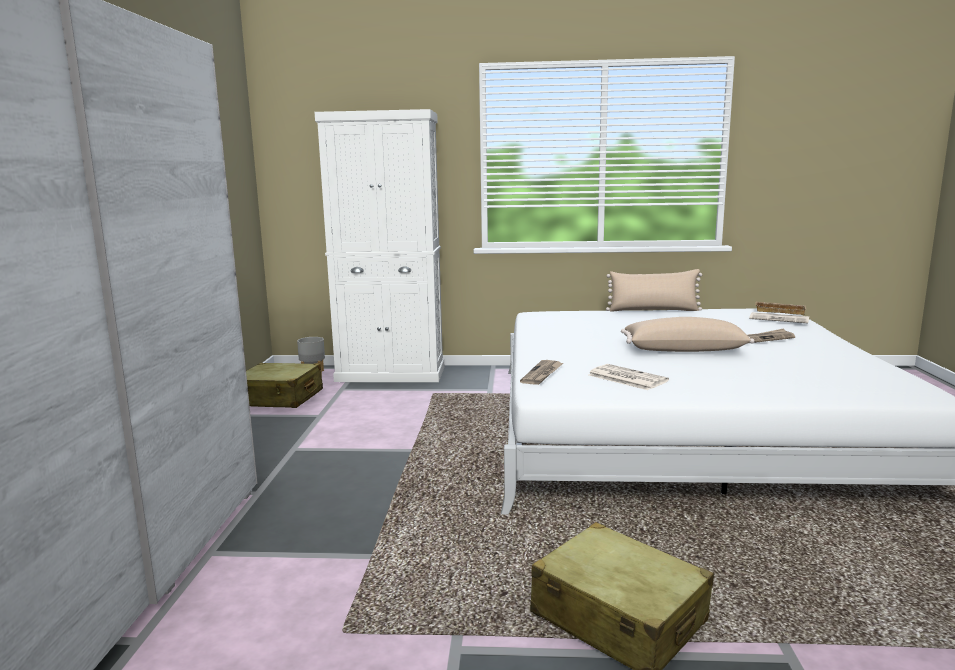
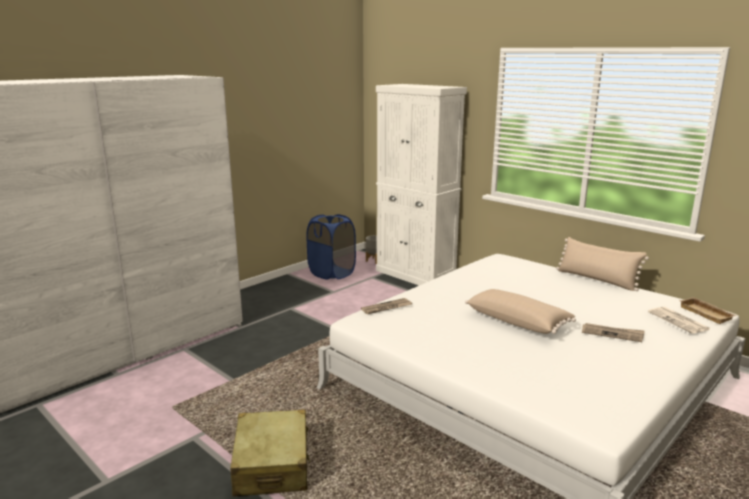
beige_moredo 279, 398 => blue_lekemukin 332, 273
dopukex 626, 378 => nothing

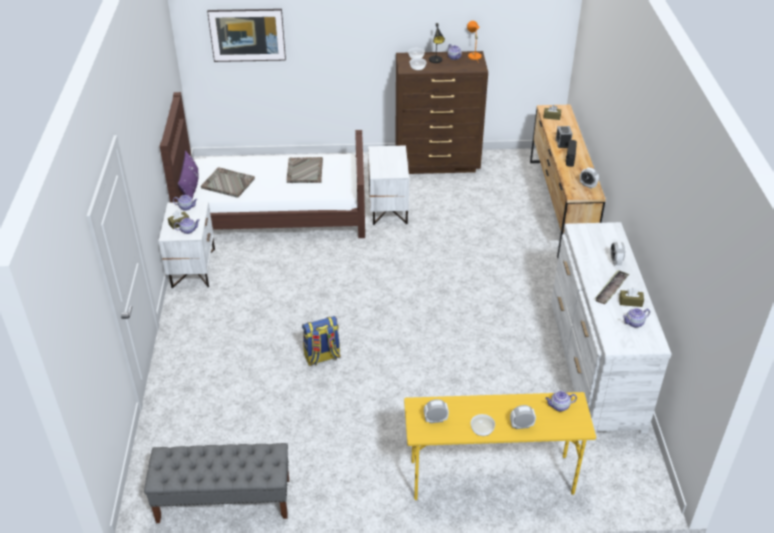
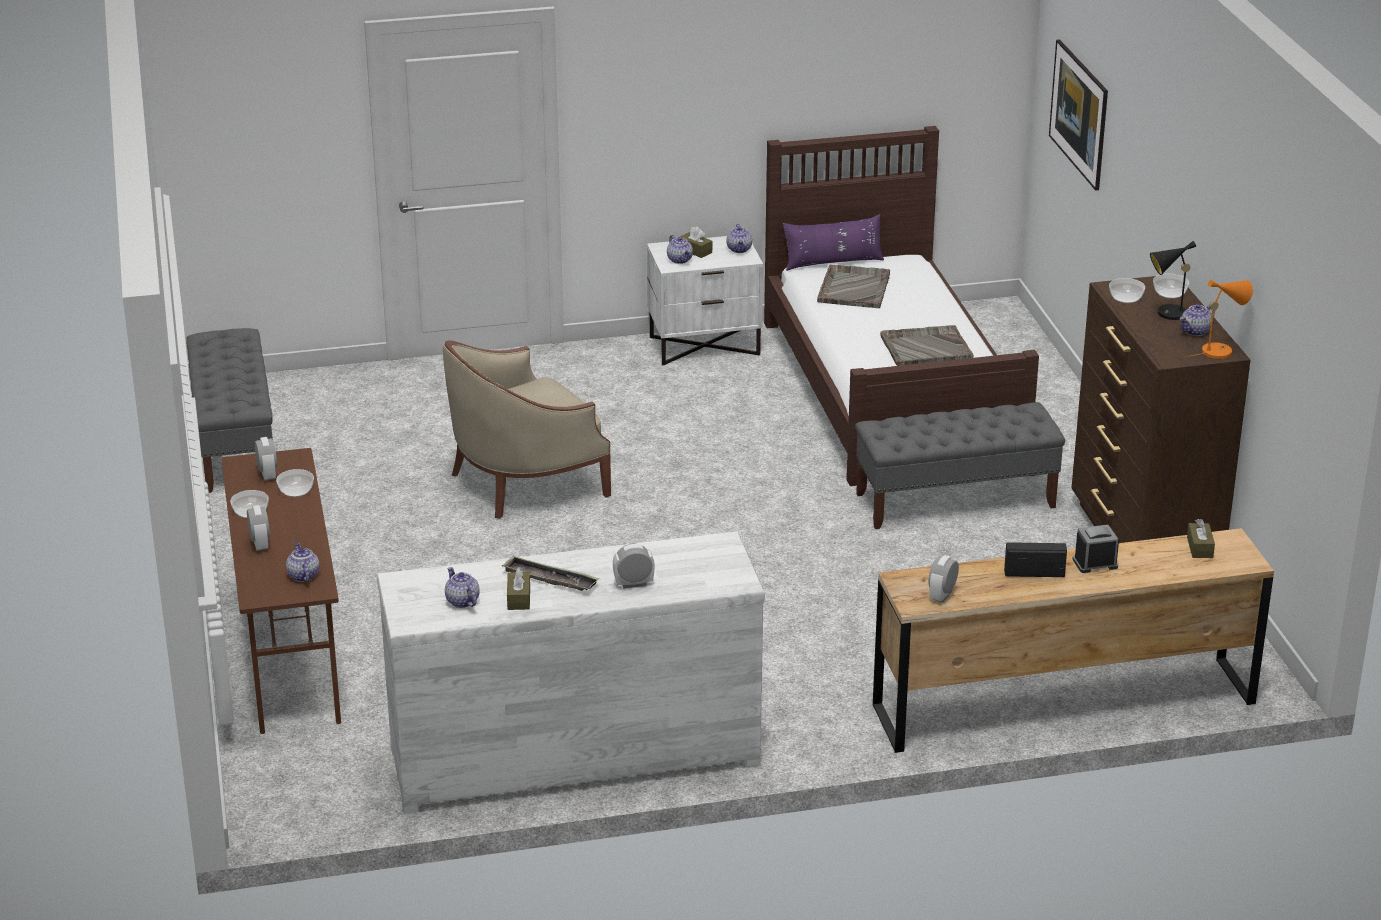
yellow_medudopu 491, 478 => brown_medudopu 288, 653
nothing => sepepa 296, 491
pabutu 322, 357 => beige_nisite 525, 481
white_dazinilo 388, 207 => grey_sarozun 956, 500

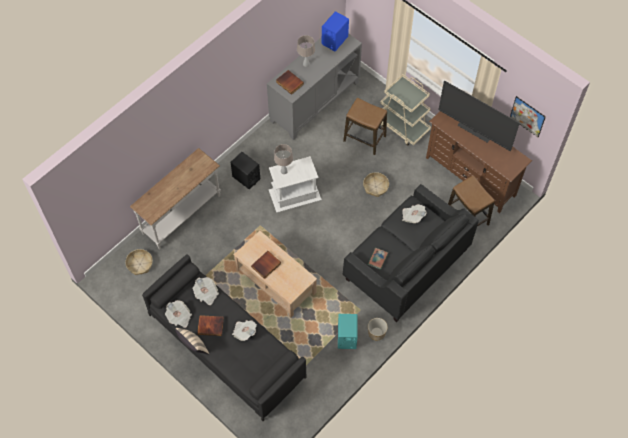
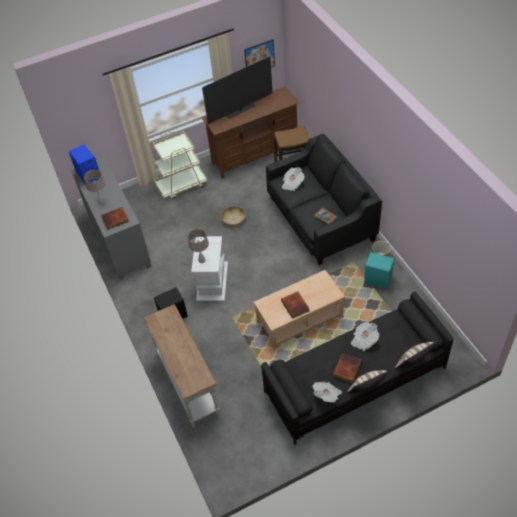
nothing => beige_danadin 412, 364
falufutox 139, 264 => nothing
dopukex 206, 294 => nothing
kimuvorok 364, 139 => nothing

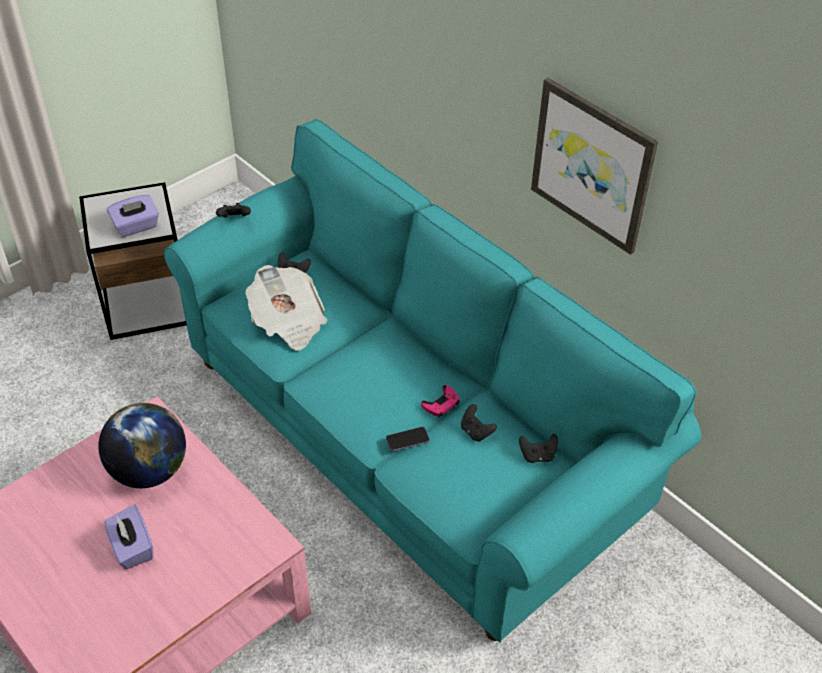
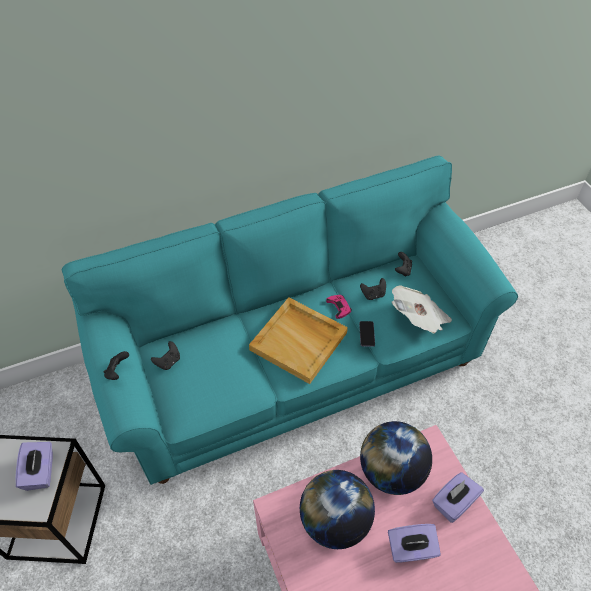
nothing => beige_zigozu 299, 341
nothing => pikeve 391, 471
dopukex 288, 322 => dopukex 419, 319, move
nothing => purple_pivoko 453, 502
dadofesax 593, 165 => nothing

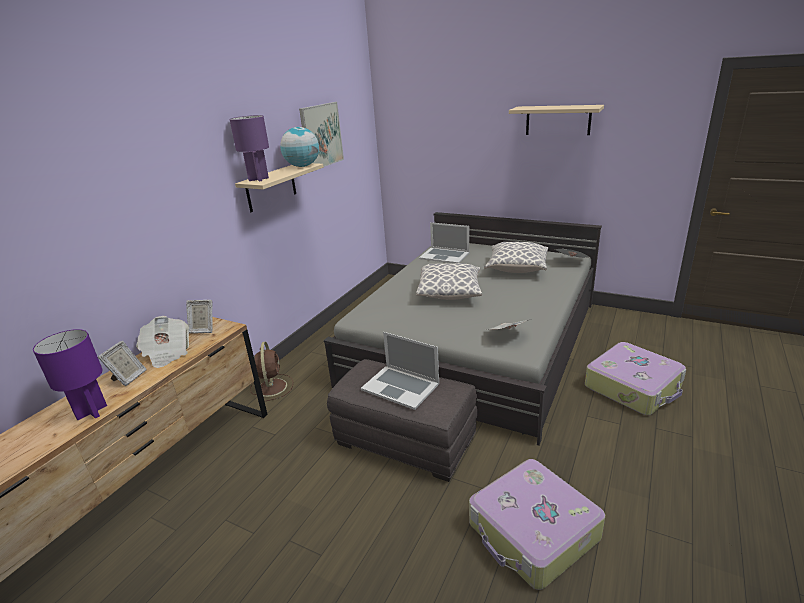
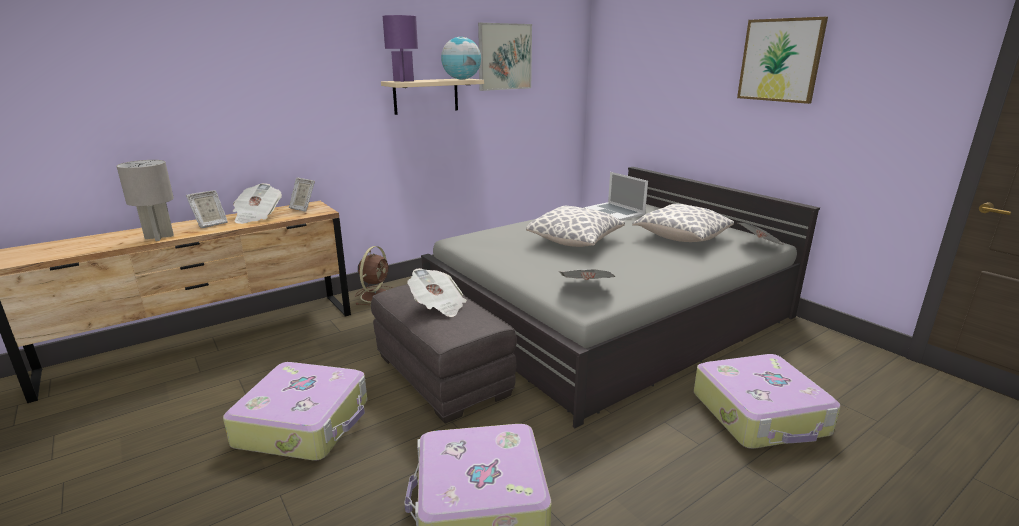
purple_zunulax 92, 412 => grey_zunulax 159, 237
nothing => moredo 305, 423
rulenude 400, 386 => dopukex 438, 306
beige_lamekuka 558, 120 => dadofesax 780, 60

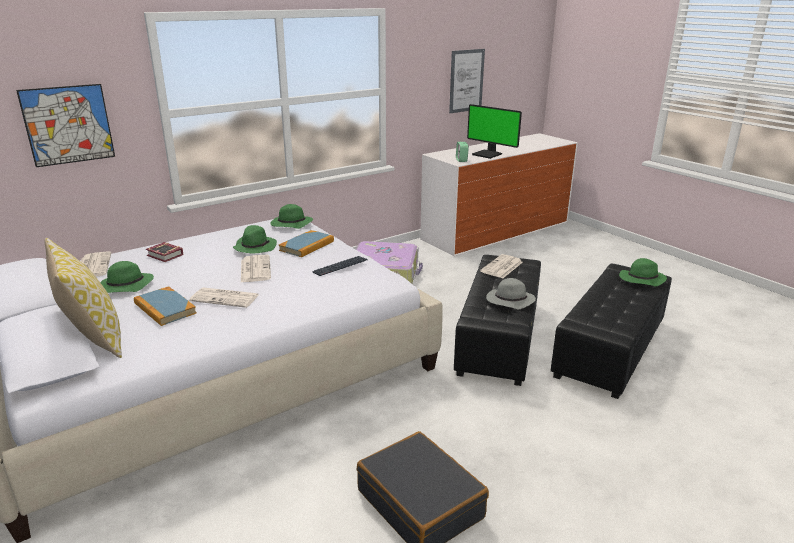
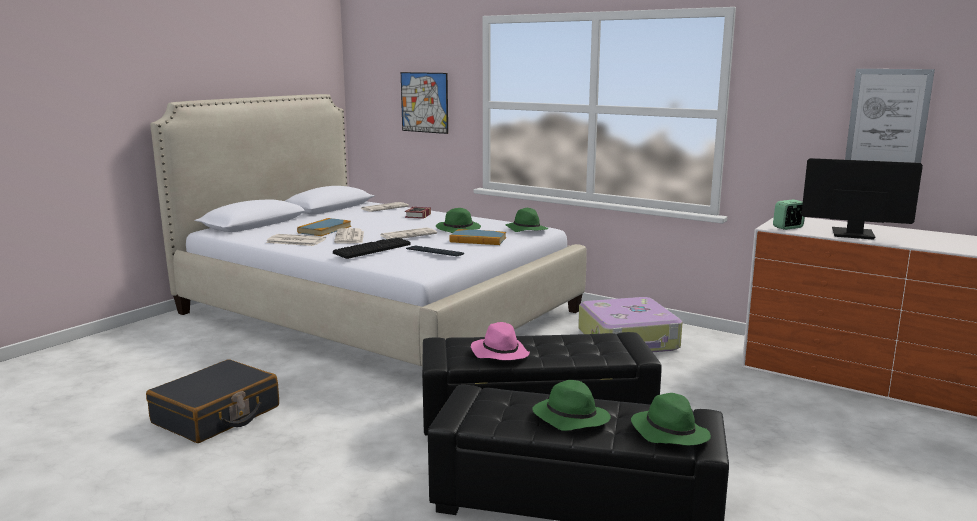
dopukex 502, 267 => dopukex 295, 241, move
nothing => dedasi 372, 249
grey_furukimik 509, 301 => pink_furukimik 499, 353
green_furukimik 125, 286 => green_furukimik 569, 418, move
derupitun 488, 154 => derupitun 852, 234, 90 degrees clockwise
danadin 93, 339 => nothing

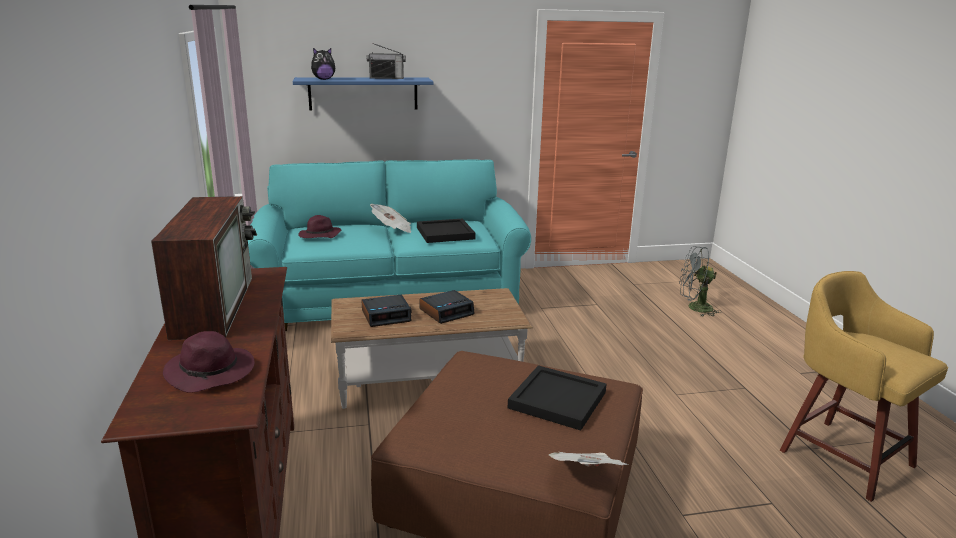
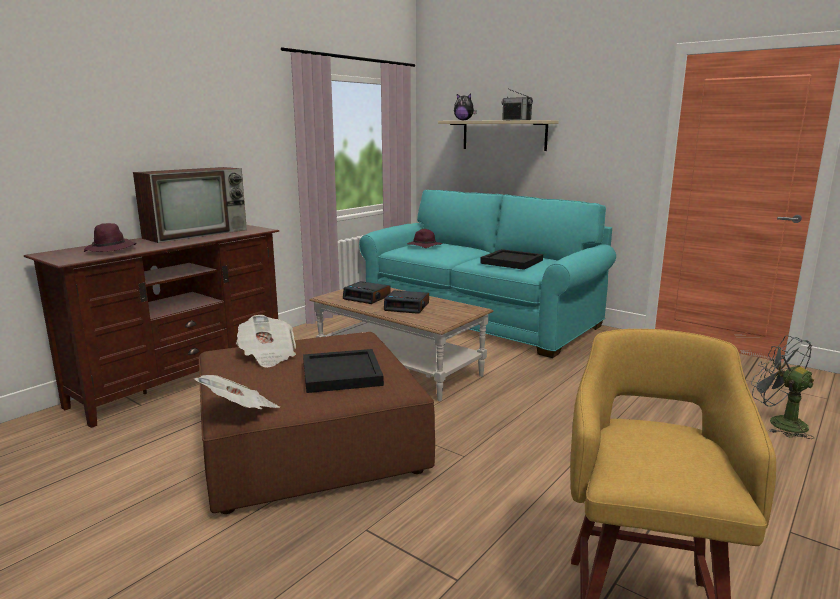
dopukex 392, 229 => dopukex 268, 356, move
blue_lamekuka 363, 93 => beige_lamekuka 504, 135

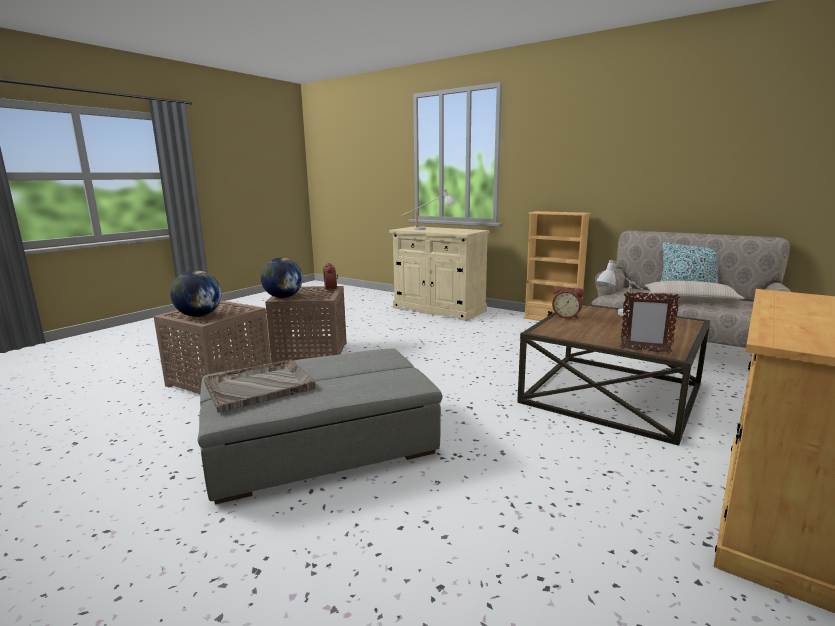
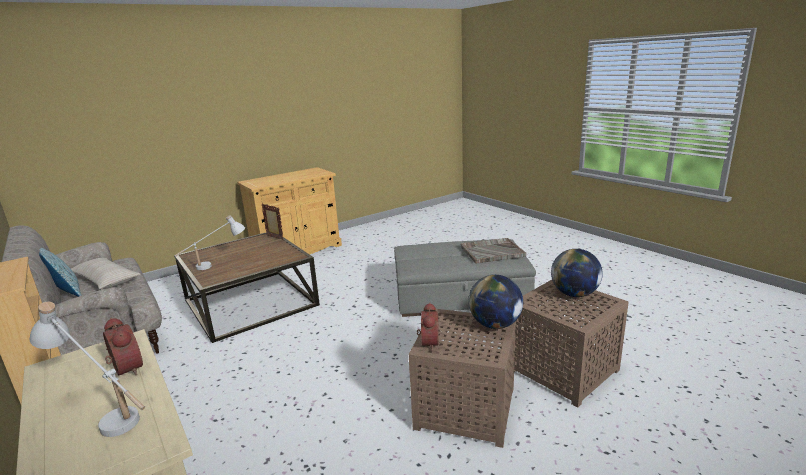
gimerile 567, 316 => gimerile 125, 370, move

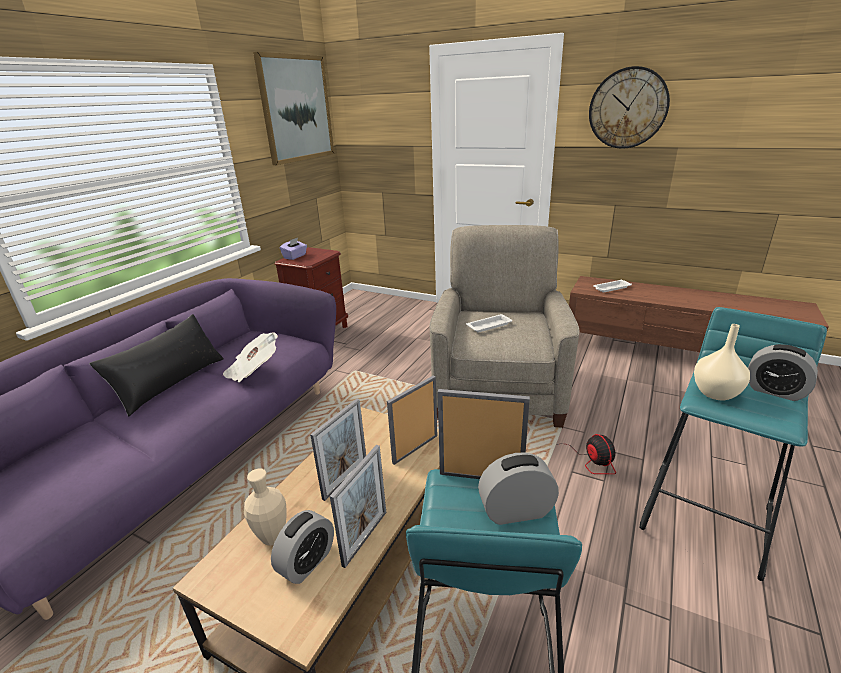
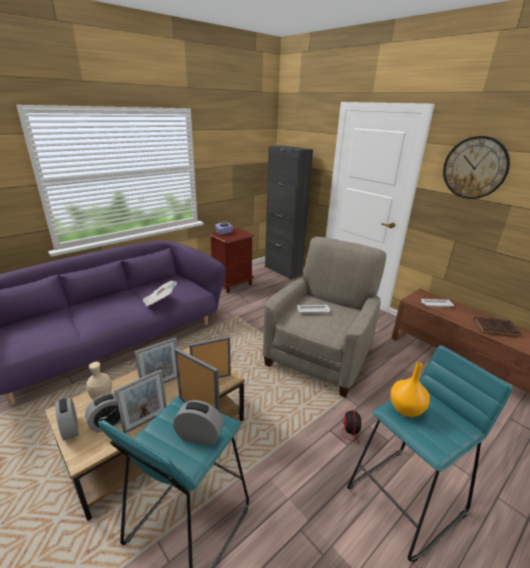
gimerile 774, 391 => gimerile 70, 428, move
nothing => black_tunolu 283, 270
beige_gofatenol 714, 393 => orange_gofatenol 405, 408
nothing => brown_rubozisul 496, 329
black_danadin 170, 382 => nothing
dadofesax 296, 109 => nothing

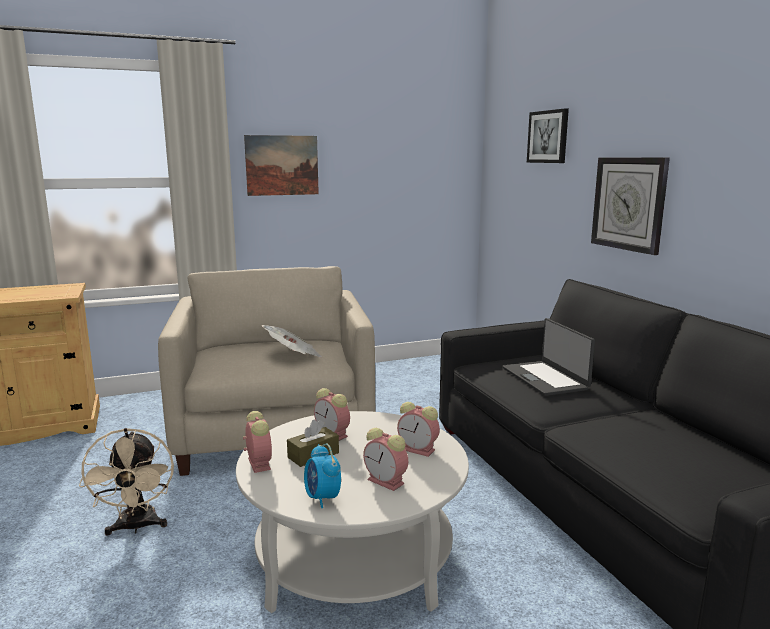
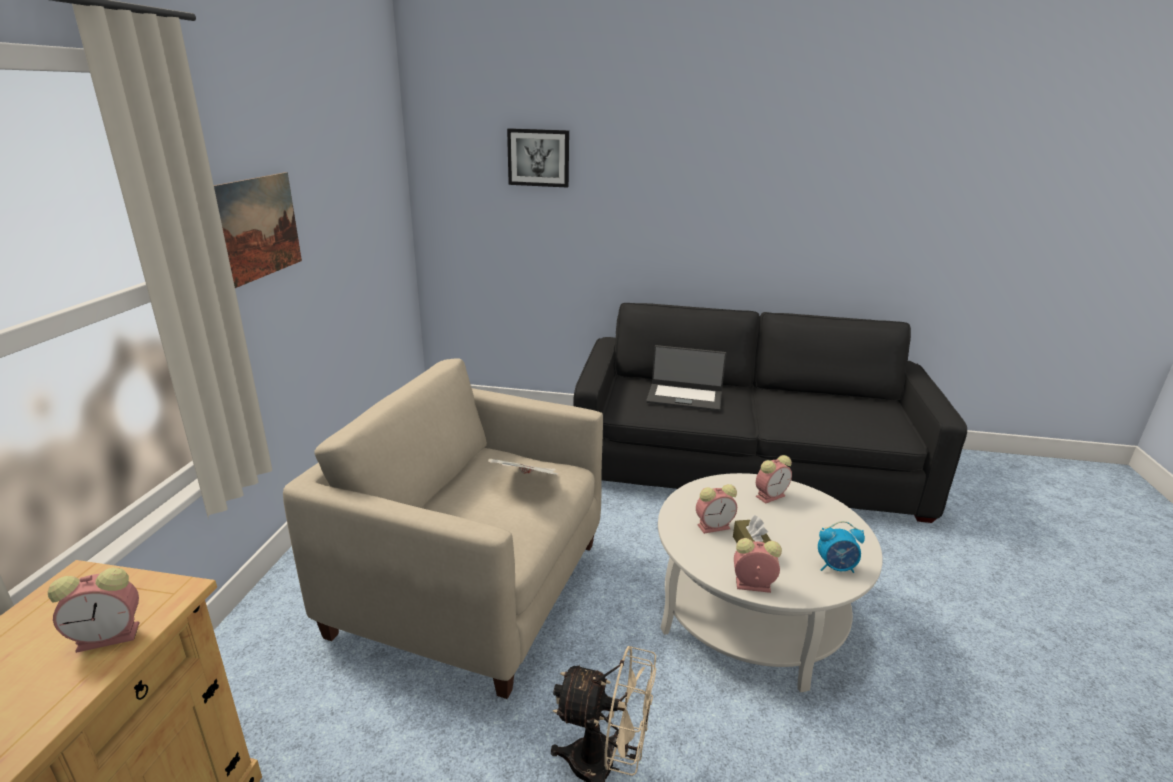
gimerile 387, 482 => gimerile 111, 636, move
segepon 629, 203 => nothing

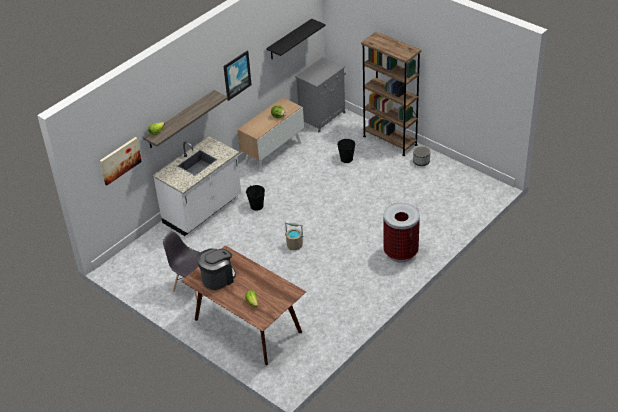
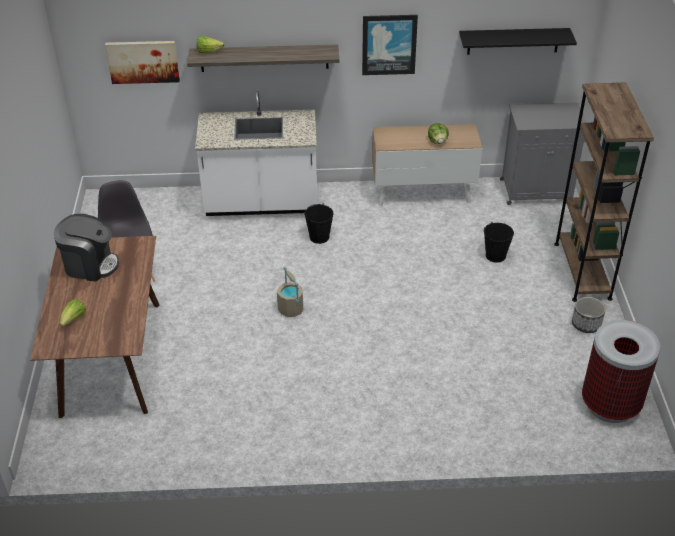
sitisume 400, 253 => sitisume 610, 404, move

